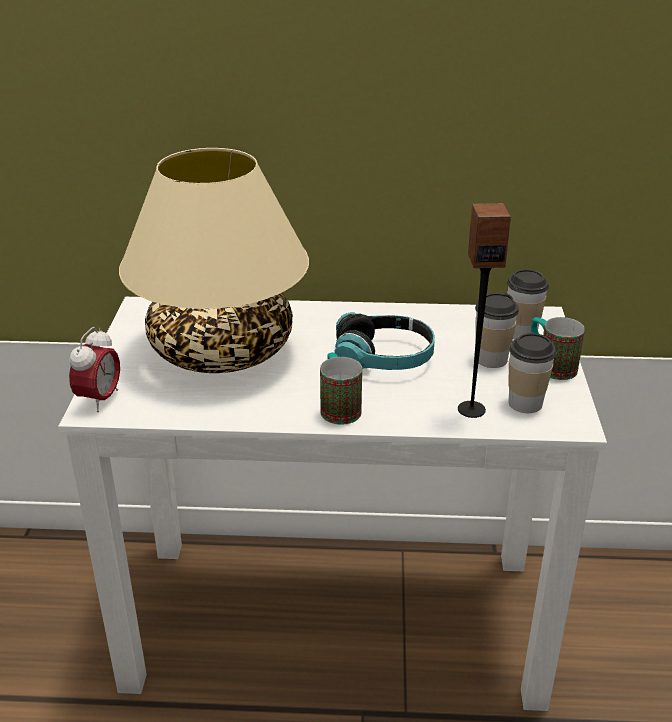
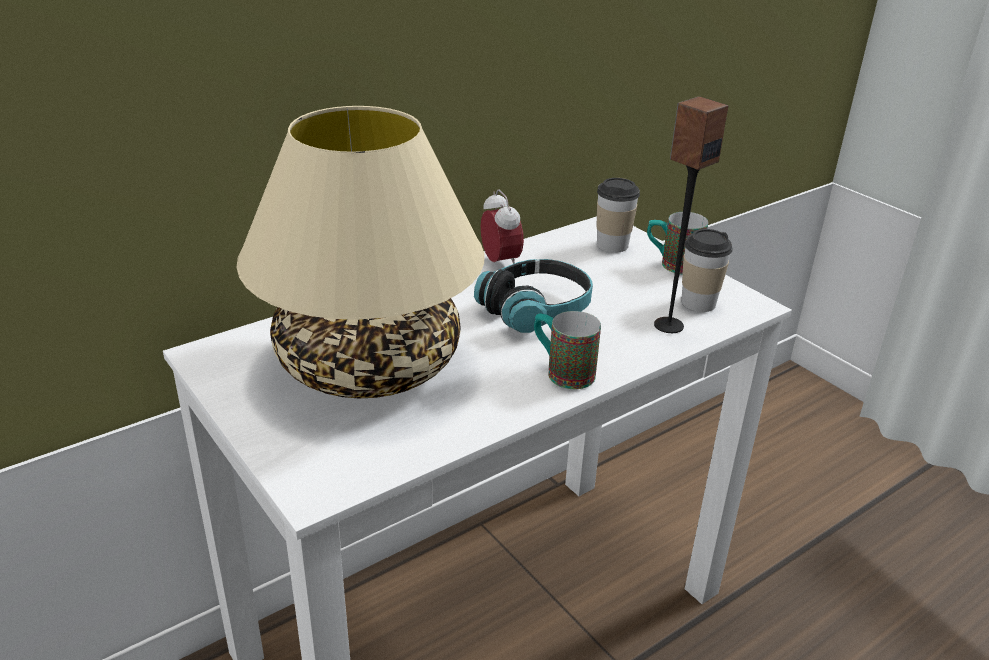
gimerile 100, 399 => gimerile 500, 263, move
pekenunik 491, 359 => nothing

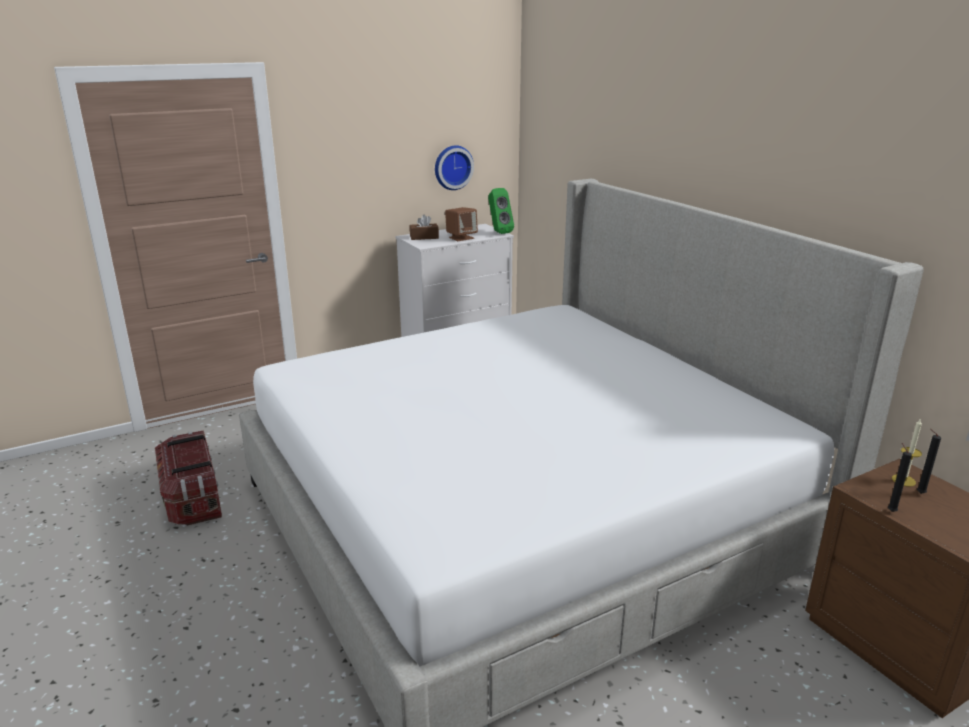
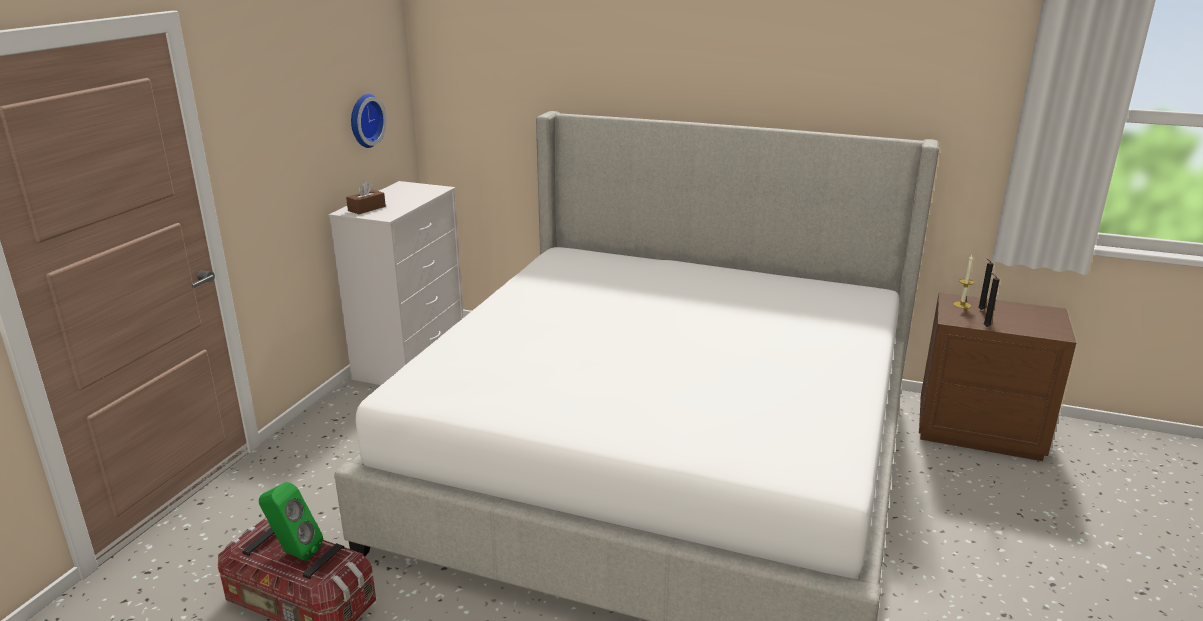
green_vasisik 498, 232 => green_vasisik 294, 553, move
brown_vasisik 461, 238 => nothing

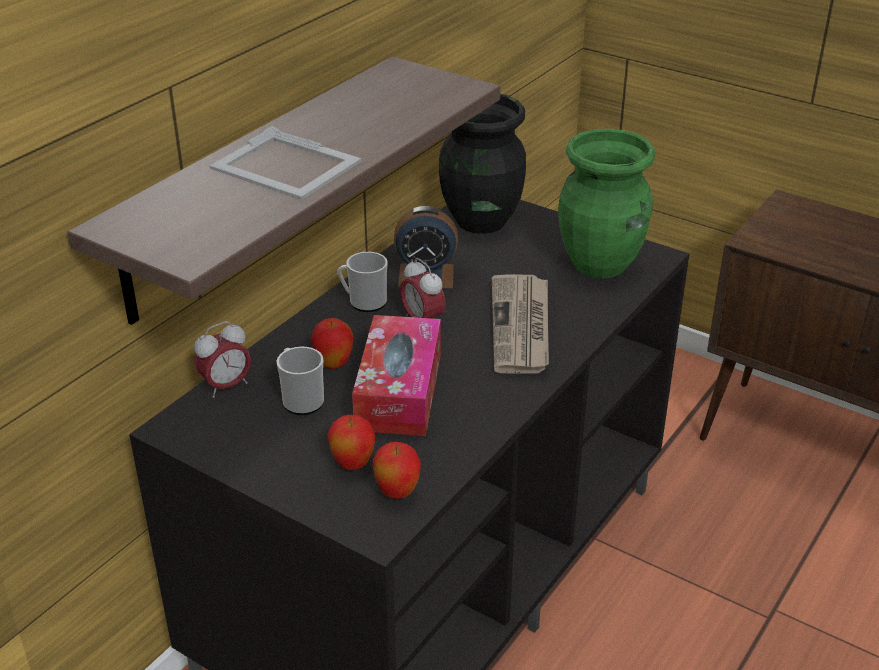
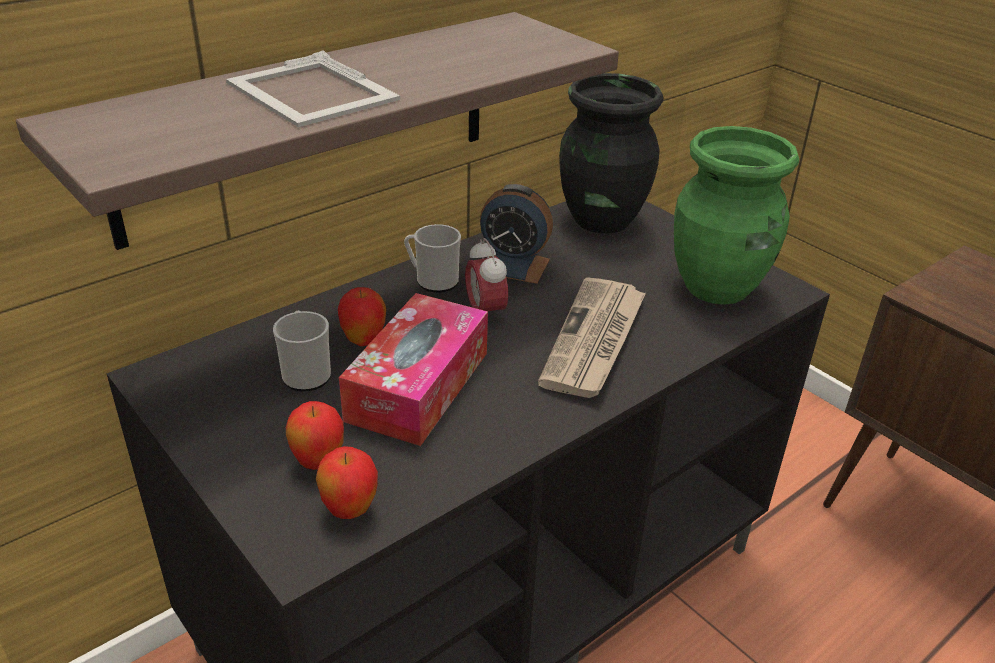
gimerile 226, 386 => nothing

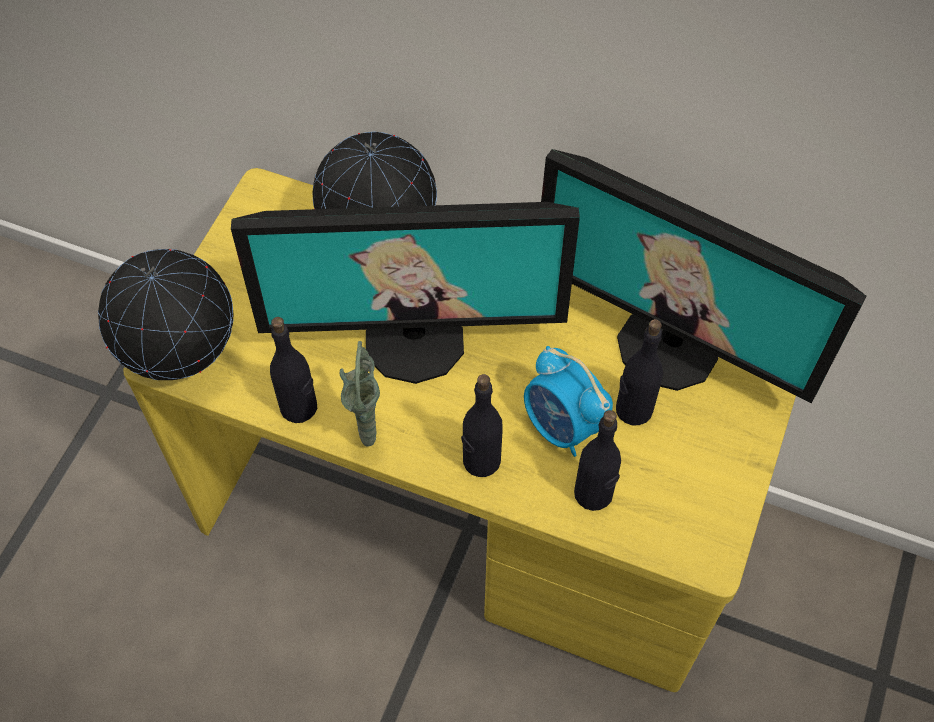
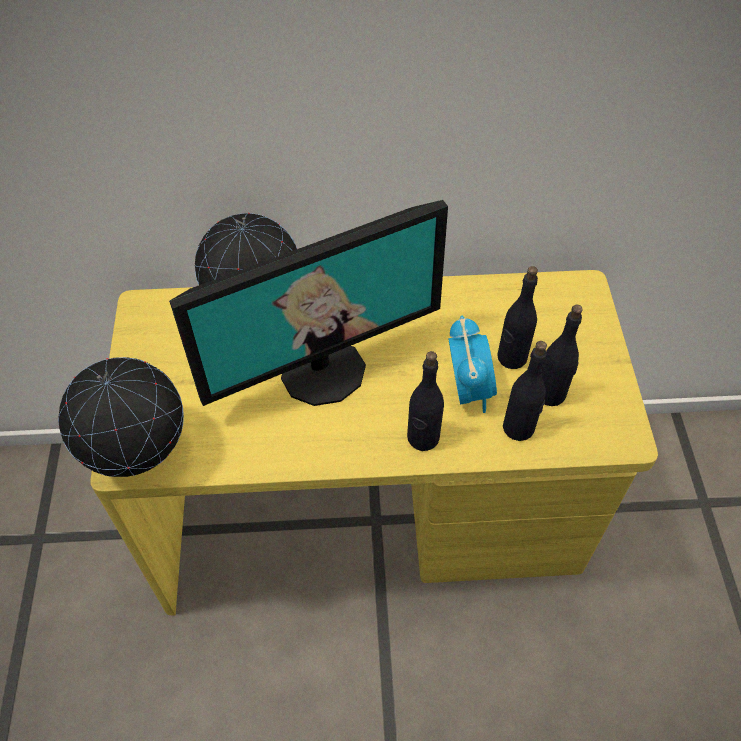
gimerile 562, 426 => gimerile 468, 389, 120 degrees counterclockwise
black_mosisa 299, 407 => black_mosisa 551, 393, move
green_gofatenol 367, 433 => nothing
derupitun 668, 347 => nothing

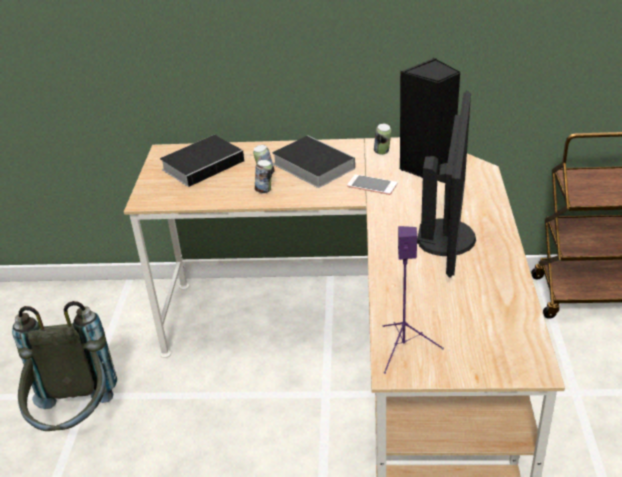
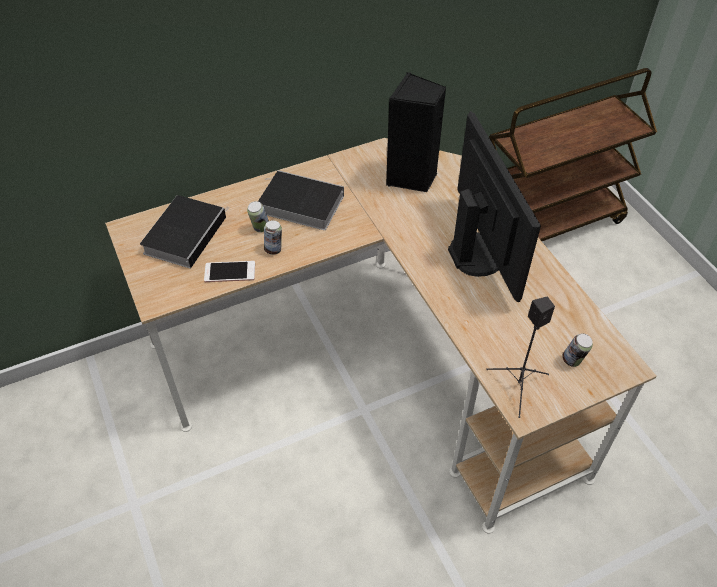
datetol 372, 185 => datetol 230, 272, move
purple_vasisik 403, 349 => black_vasisik 518, 387
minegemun 382, 152 => minegemun 573, 361, move
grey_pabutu 76, 422 => nothing

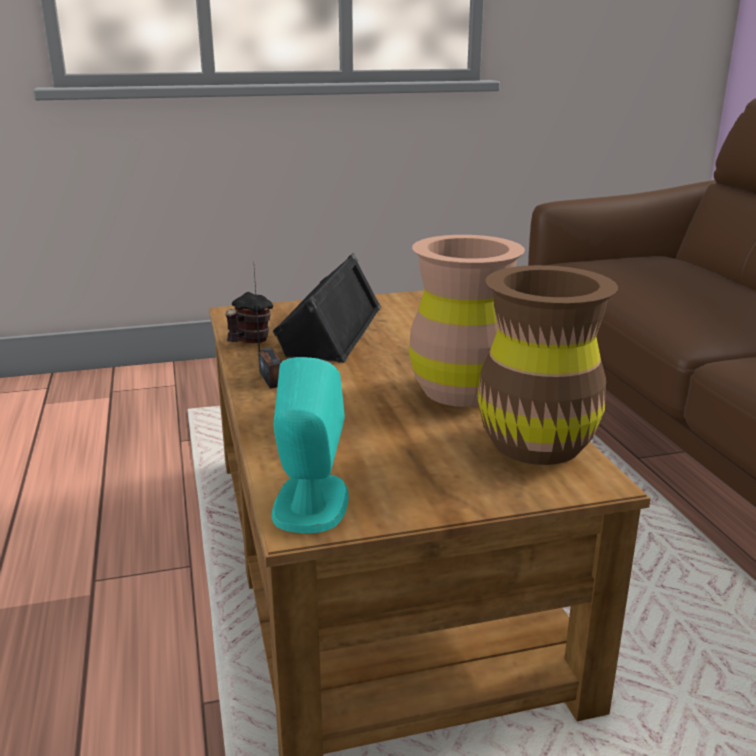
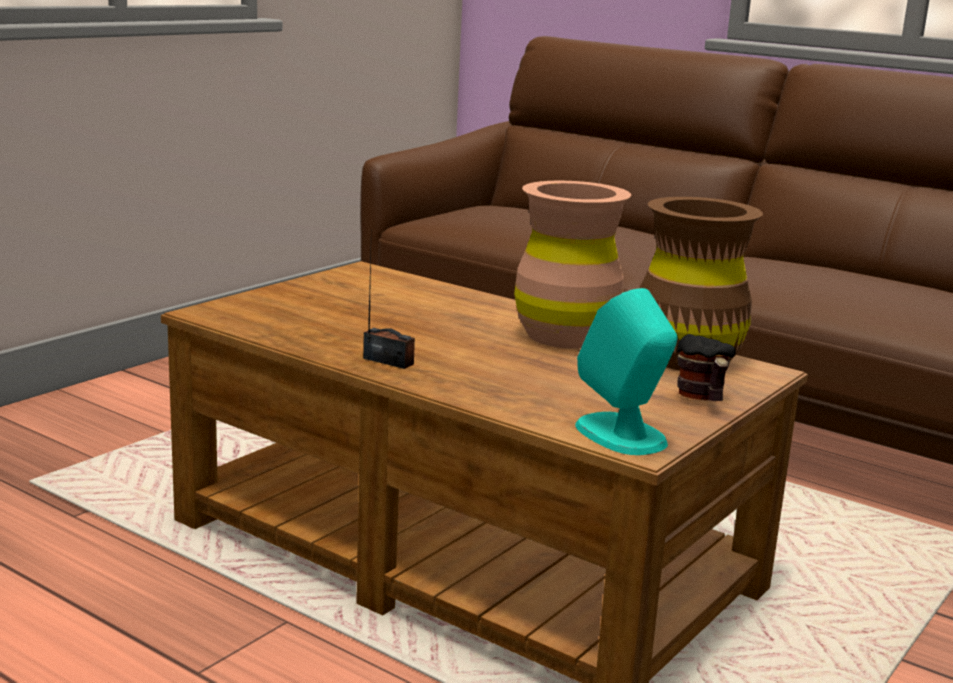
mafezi 248, 342 => mafezi 702, 399, move
black_vasisik 329, 330 => nothing

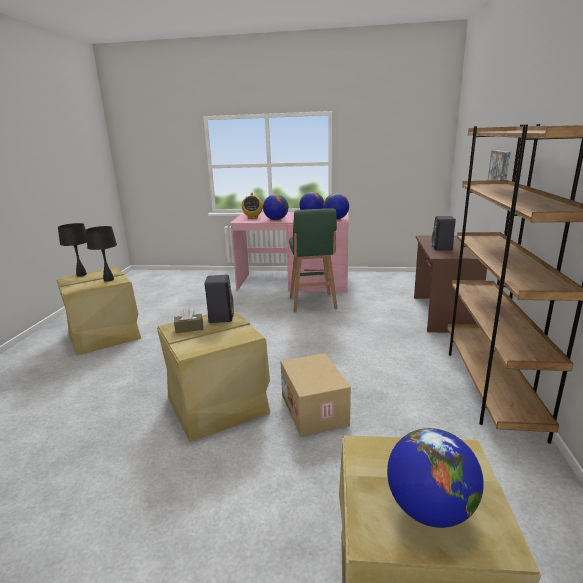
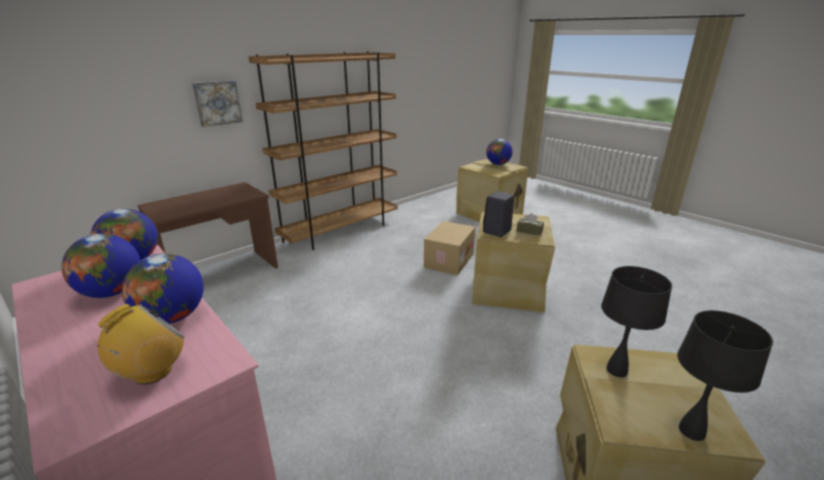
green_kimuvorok 313, 303 => nothing
black_vasisik 442, 248 => nothing

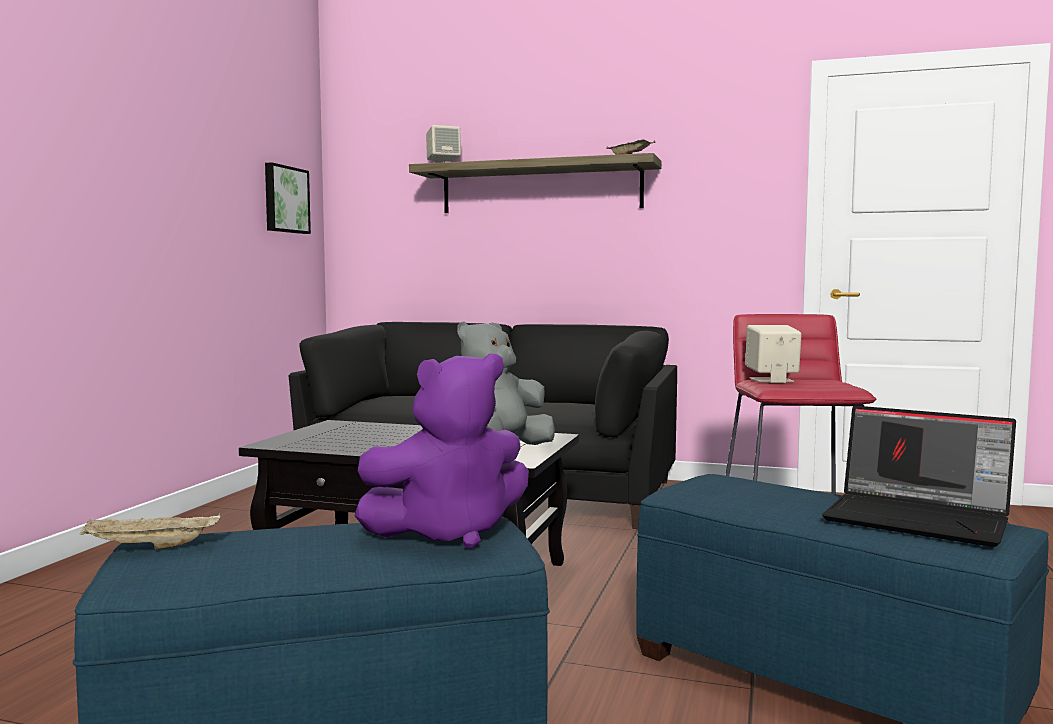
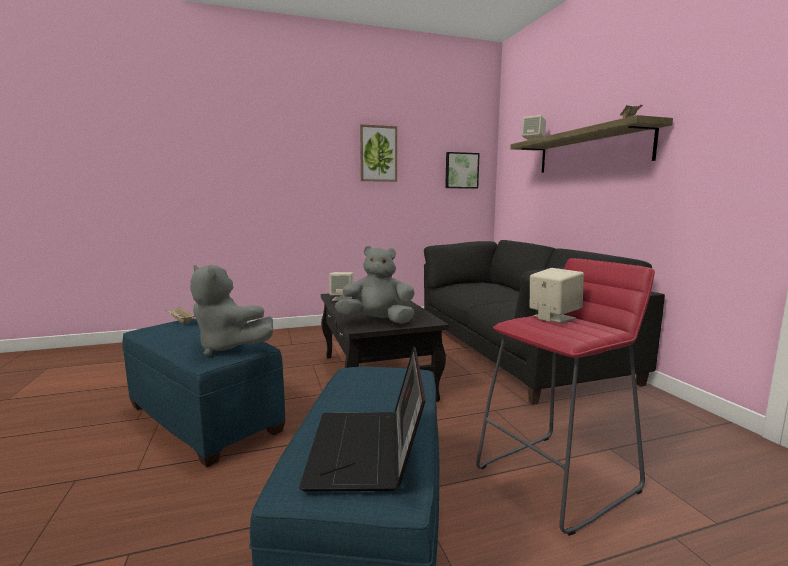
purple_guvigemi 449, 532 => grey_guvigemi 228, 348
nothing => beige_vasisik 342, 299
nothing => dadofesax 378, 154

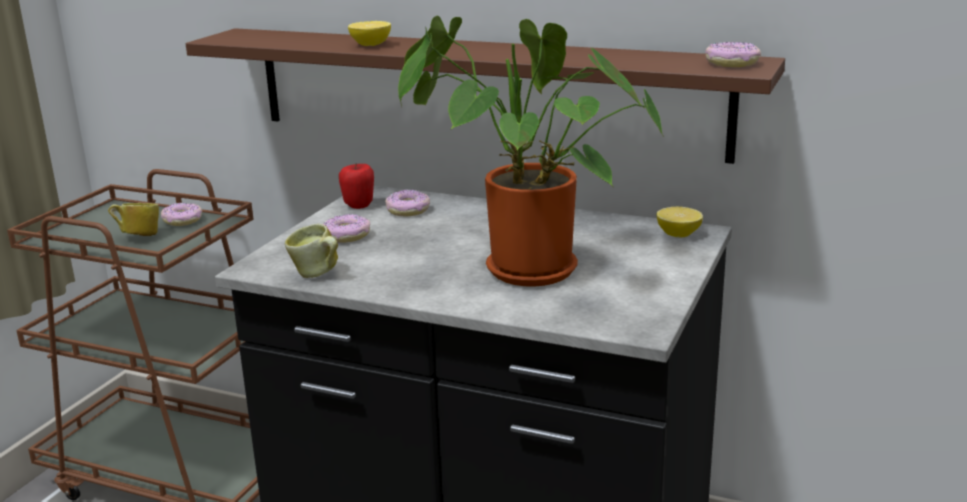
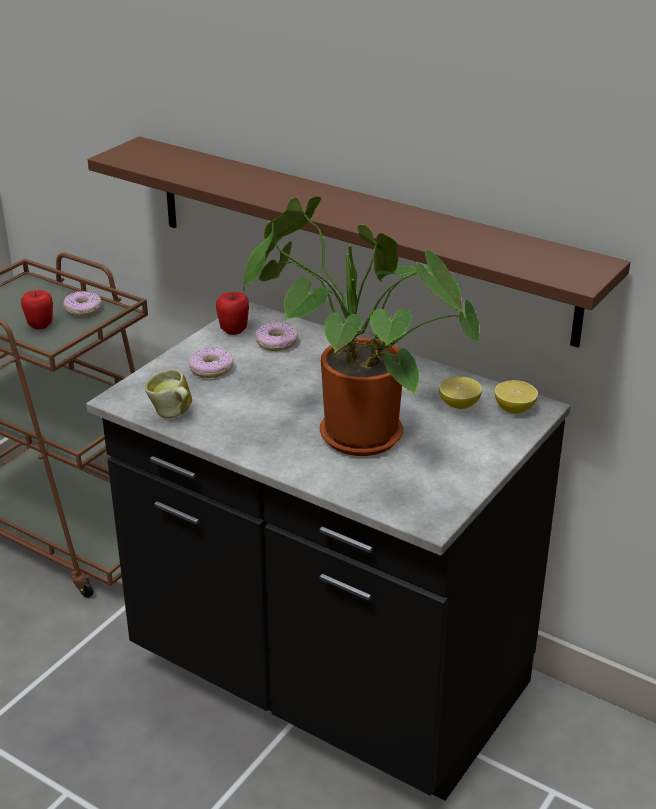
mafezi 138, 237 => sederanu 40, 325
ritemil 370, 45 => ritemil 459, 405, move
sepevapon 731, 63 => nothing

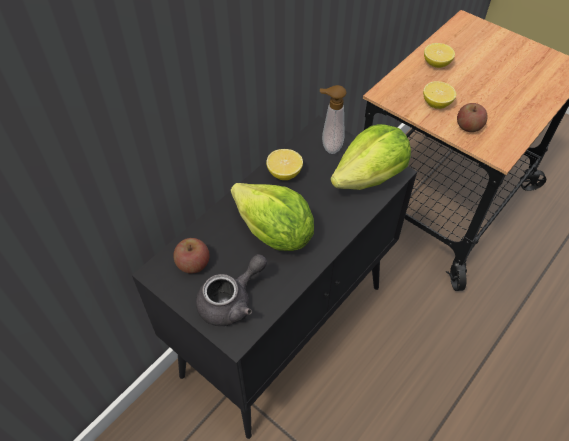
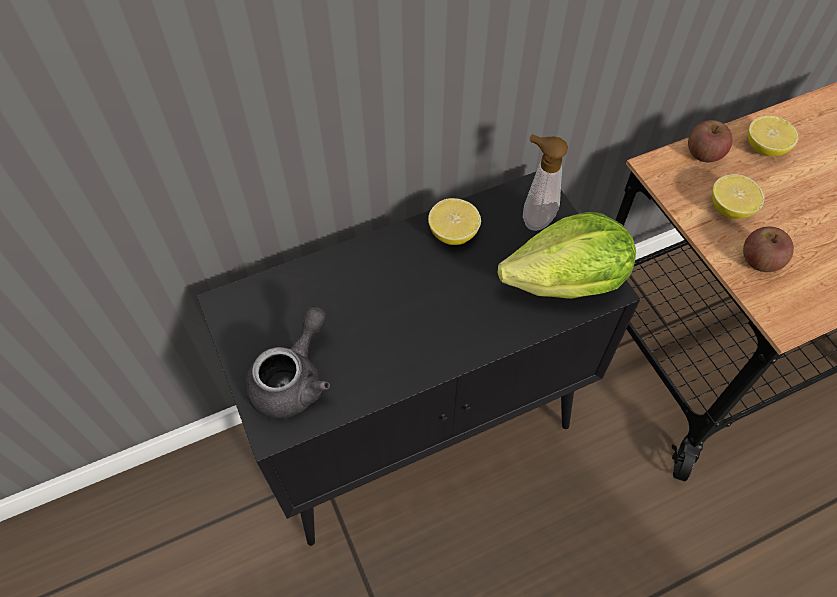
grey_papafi 231, 301 => grey_papafi 293, 379, 45 degrees counterclockwise
sederanu 193, 264 => sederanu 704, 153, move
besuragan 274, 234 => nothing

